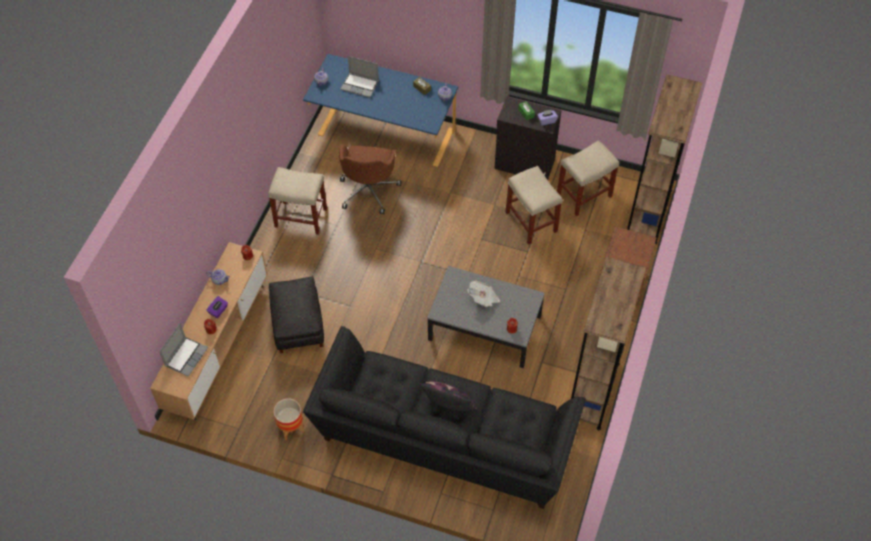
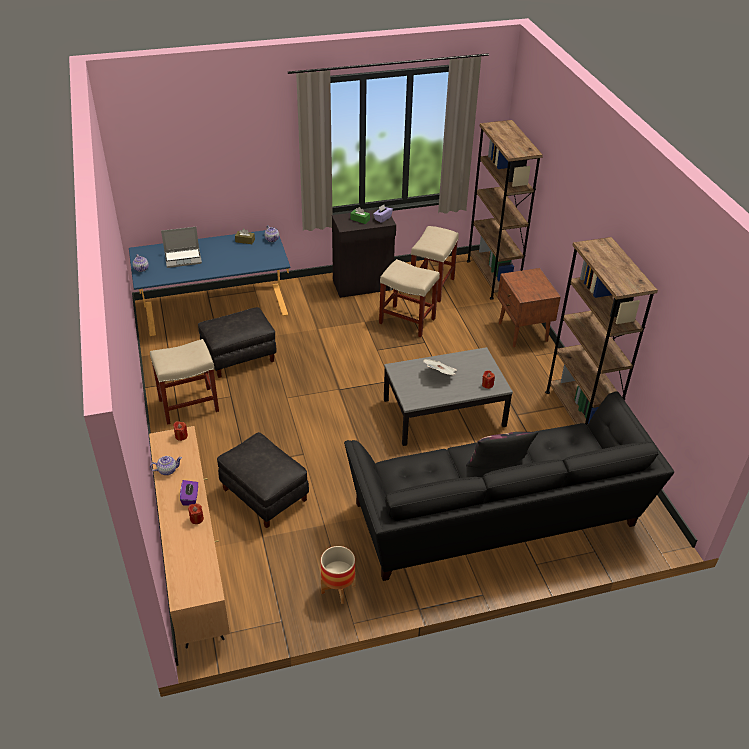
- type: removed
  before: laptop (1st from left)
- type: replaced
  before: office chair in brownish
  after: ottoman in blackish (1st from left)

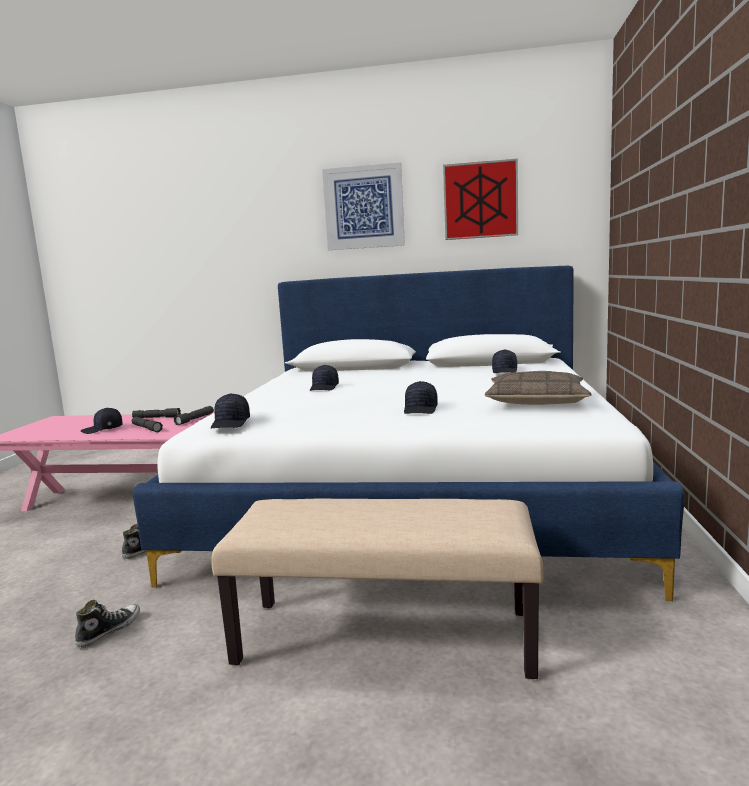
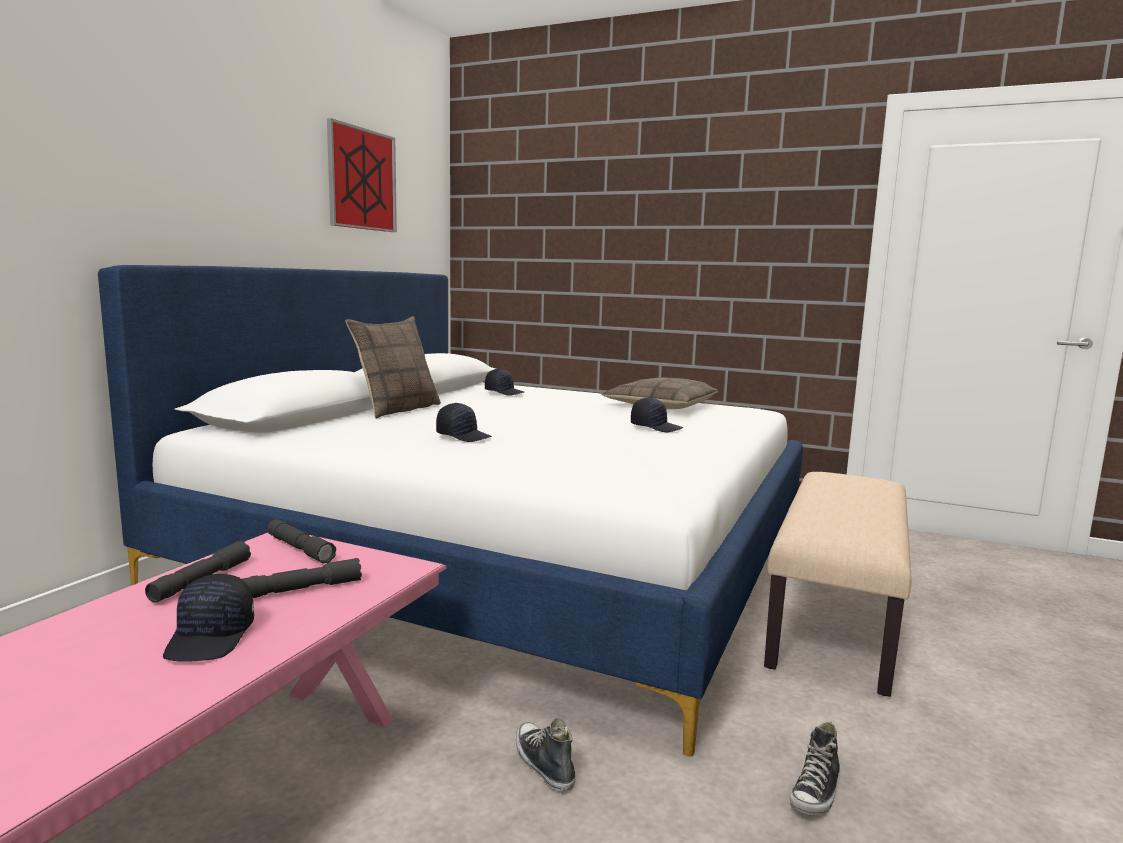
- type: removed
  before: peaked cap in blackish (2nd from left)
- type: removed
  before: picture (1st from left)
- type: added
  after: throw pillow (1st from left)
- type: turned
  before: item of footwear (1st from left in the first image)
  turn: -105

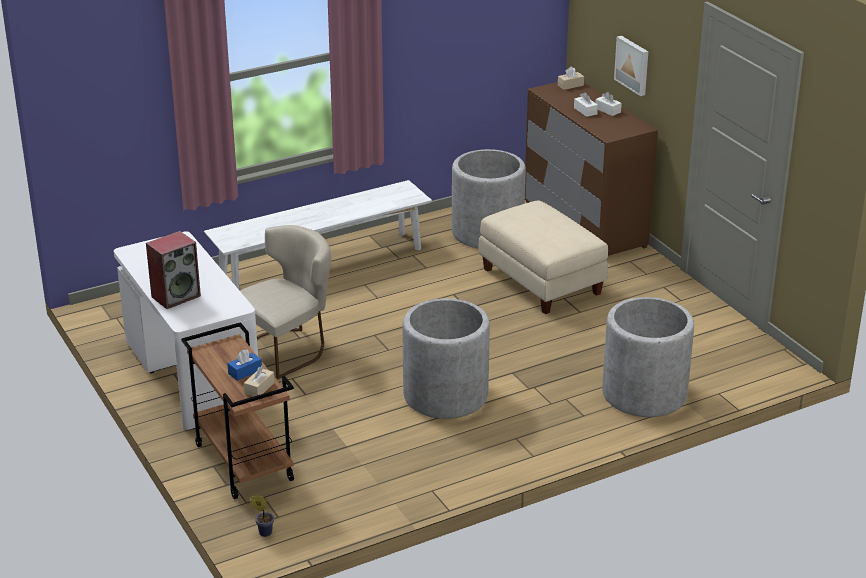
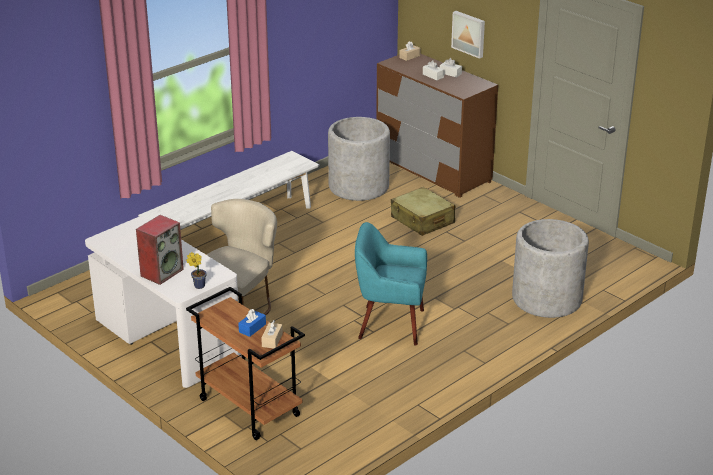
- type: moved
  before: houseplant
- type: replaced
  before: plant pot in gray (1st from left)
  after: armchair in turquoise
- type: replaced
  before: ottoman in sand-coloured
  after: suitcase in sand-coloured

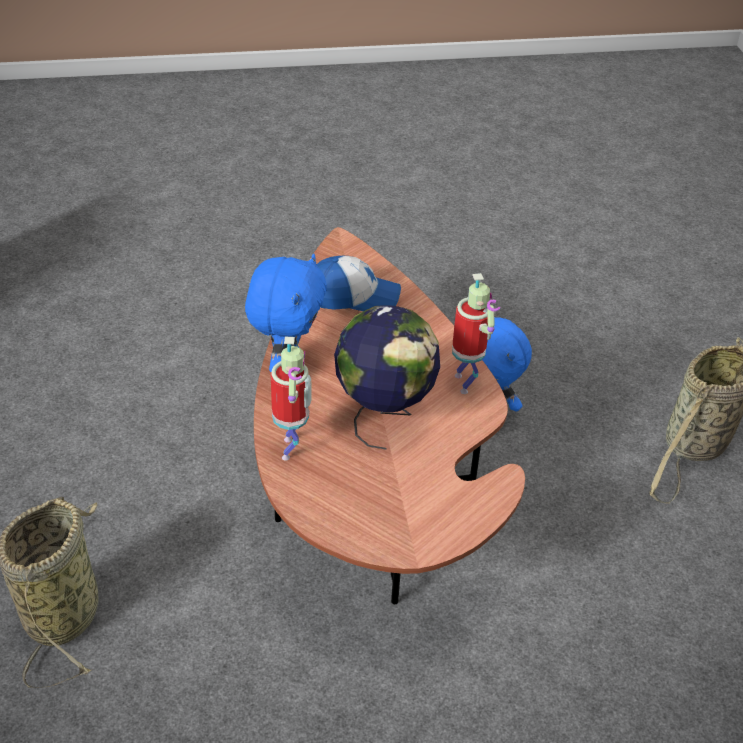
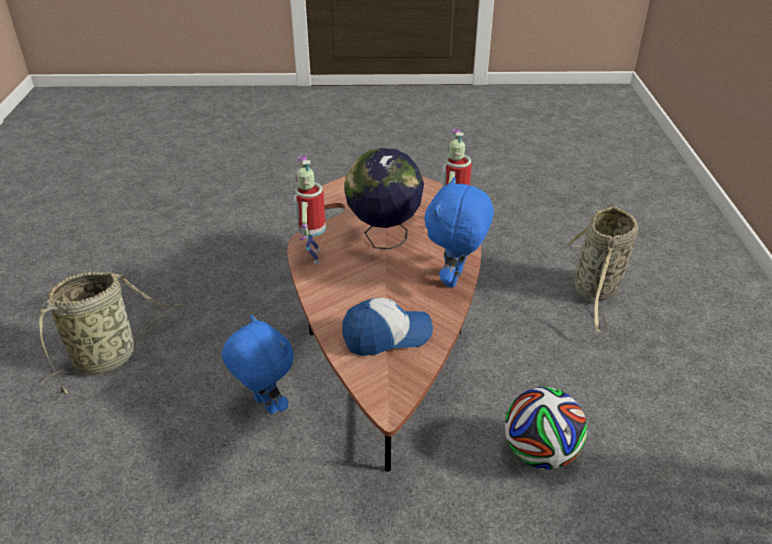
- type: added
  after: football ball
- type: turned
  before: peaked cap
  turn: 150

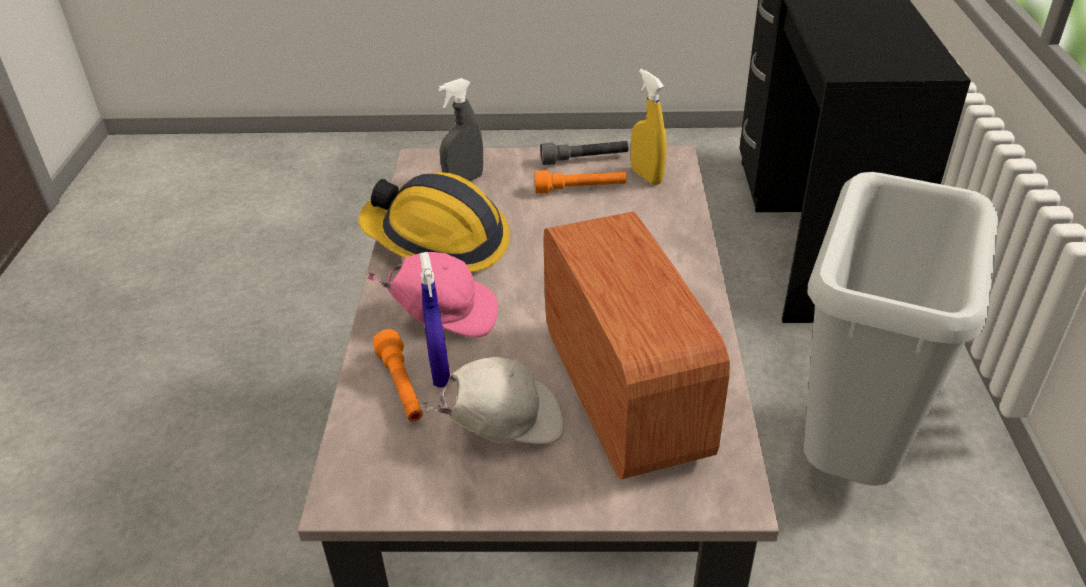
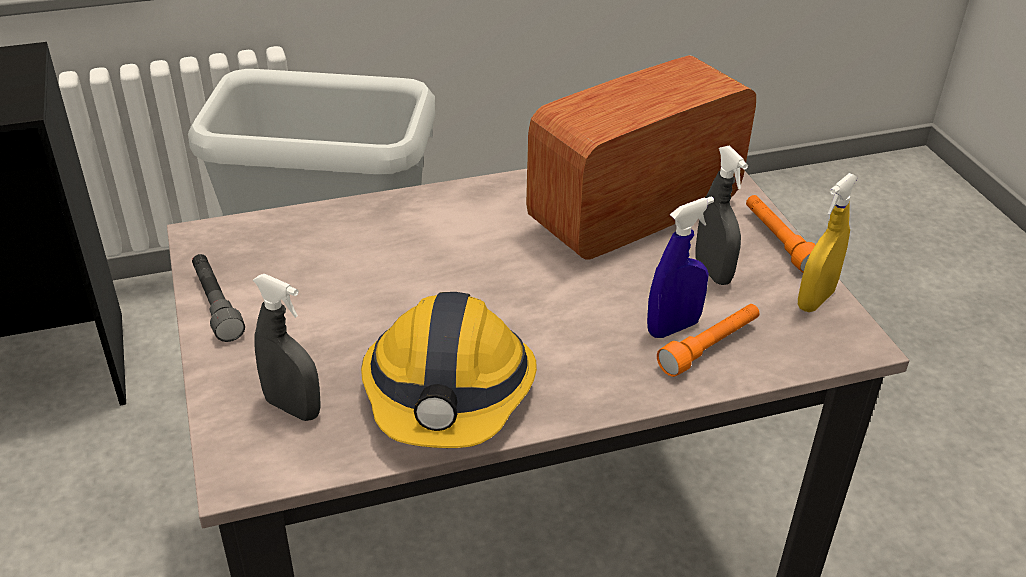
- type: removed
  before: peaked cap in pink
- type: moved
  before: flashlight in orange-coloured (2nd from left)
- type: moved
  before: sprayer in yellow
- type: replaced
  before: peaked cap in white-coloured
  after: sprayer in gray (2nd from left)

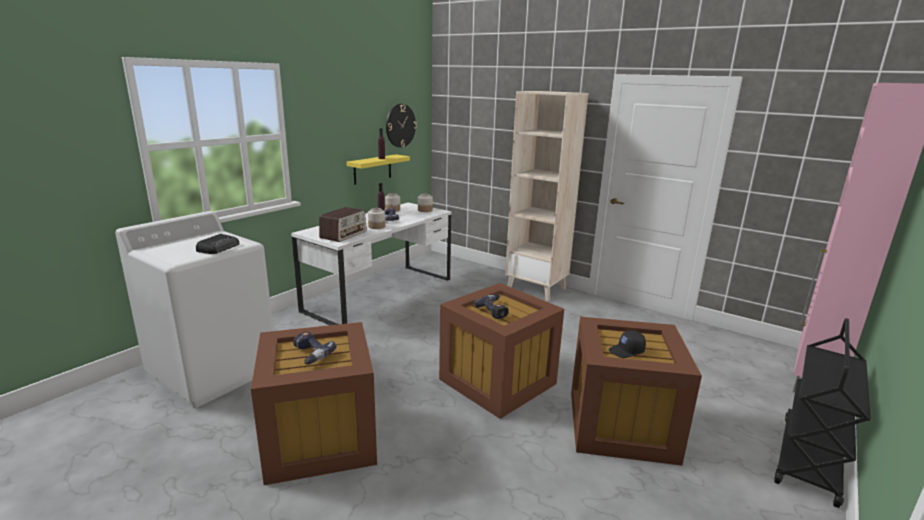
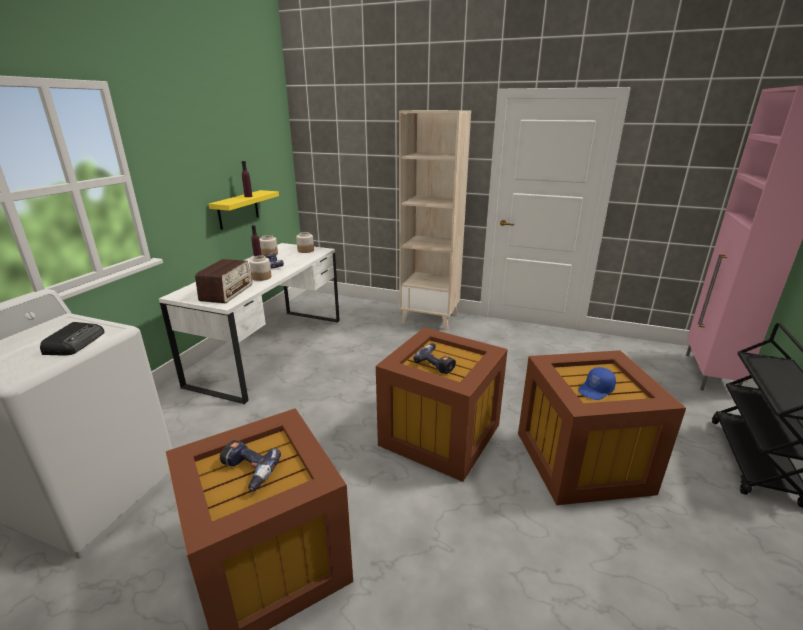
- type: removed
  before: wall clock
- type: recoloured
  before: peaked cap in blackish
  after: peaked cap in blue-coloured

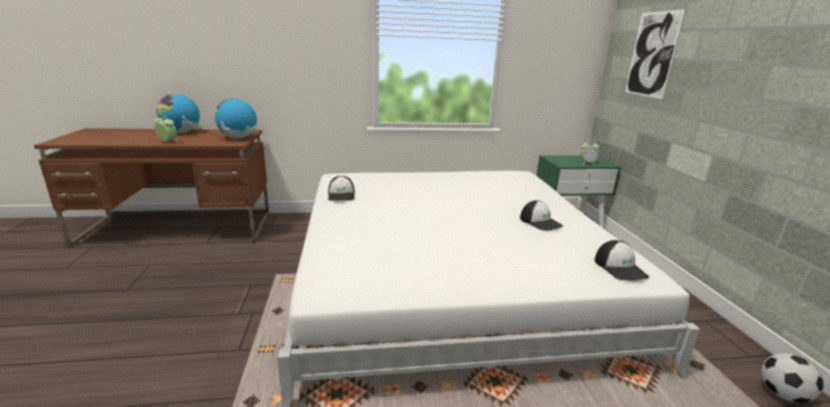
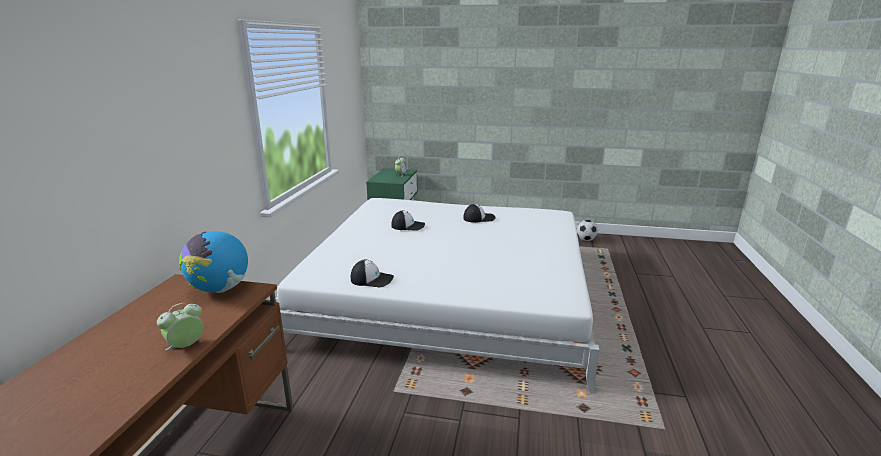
- type: removed
  before: globe (1st from left)
- type: removed
  before: picture
- type: moved
  before: peaked cap (3rd from left in the first image)
  after: peaked cap (2nd from left)

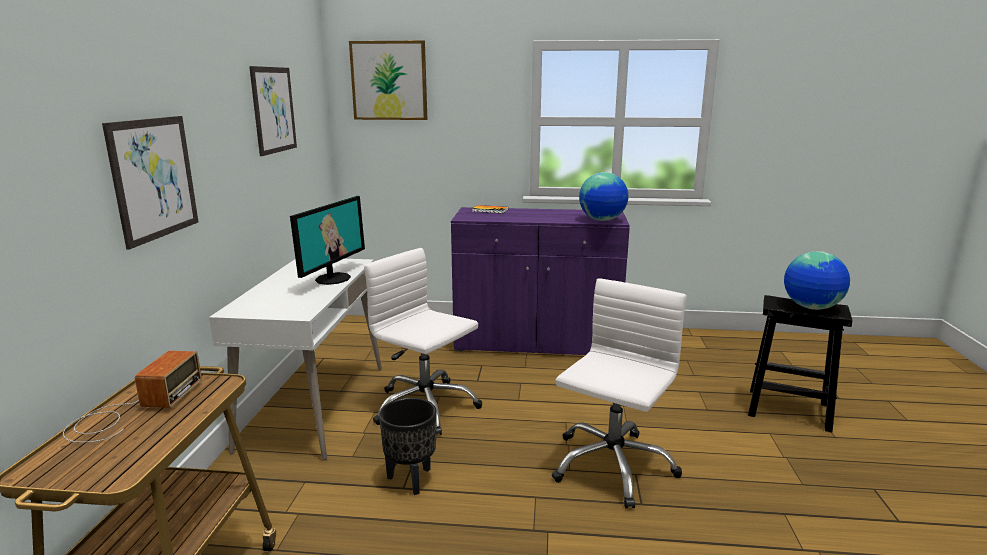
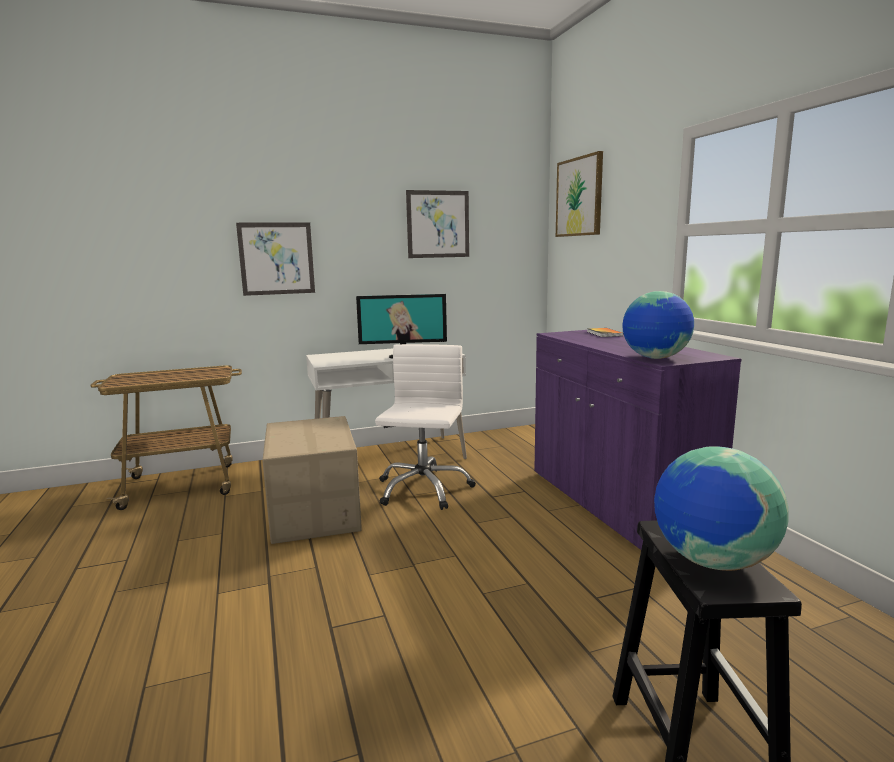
- type: removed
  before: radio set
- type: removed
  before: office chair in white-coloured (2nd from left)
- type: replaced
  before: plant pot in blackish
  after: carton

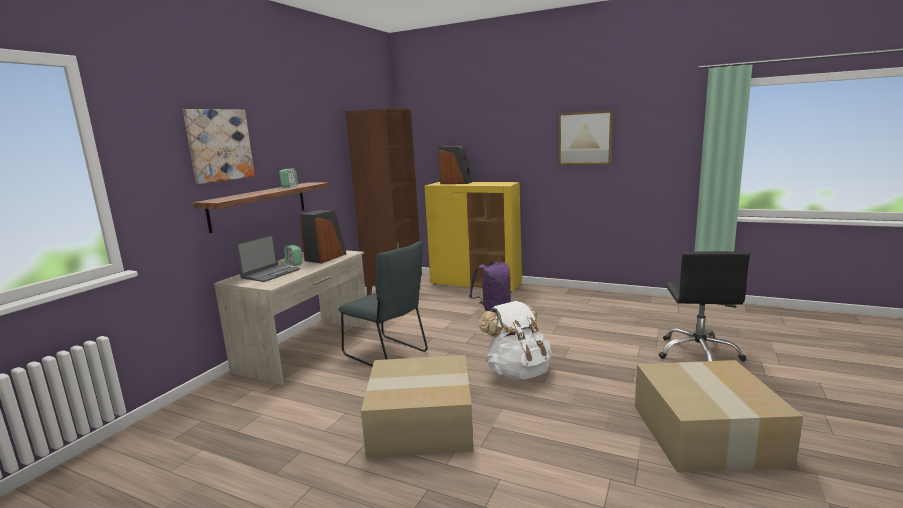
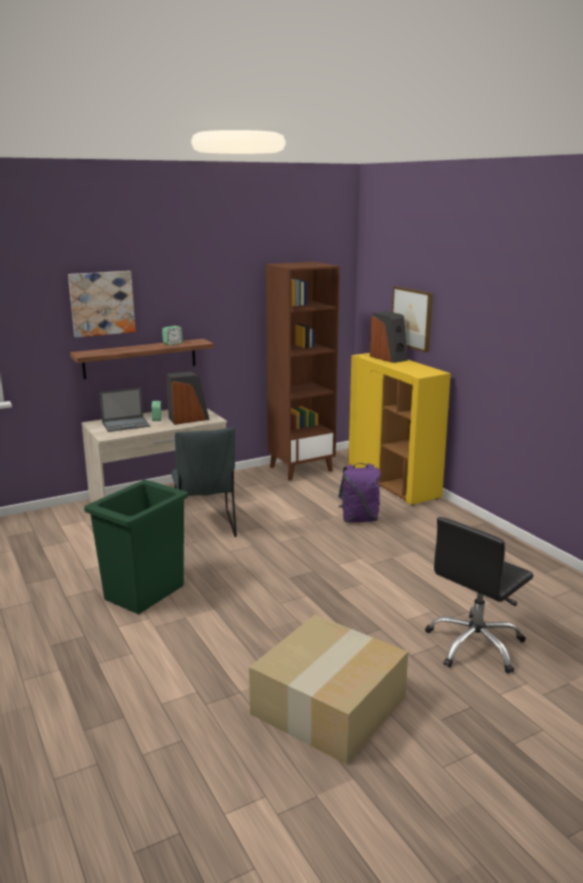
- type: removed
  before: knapsack in white-coloured
- type: moved
  before: picture (2nd from left)
- type: replaced
  before: carton (1st from left)
  after: rubbish bin in greenish

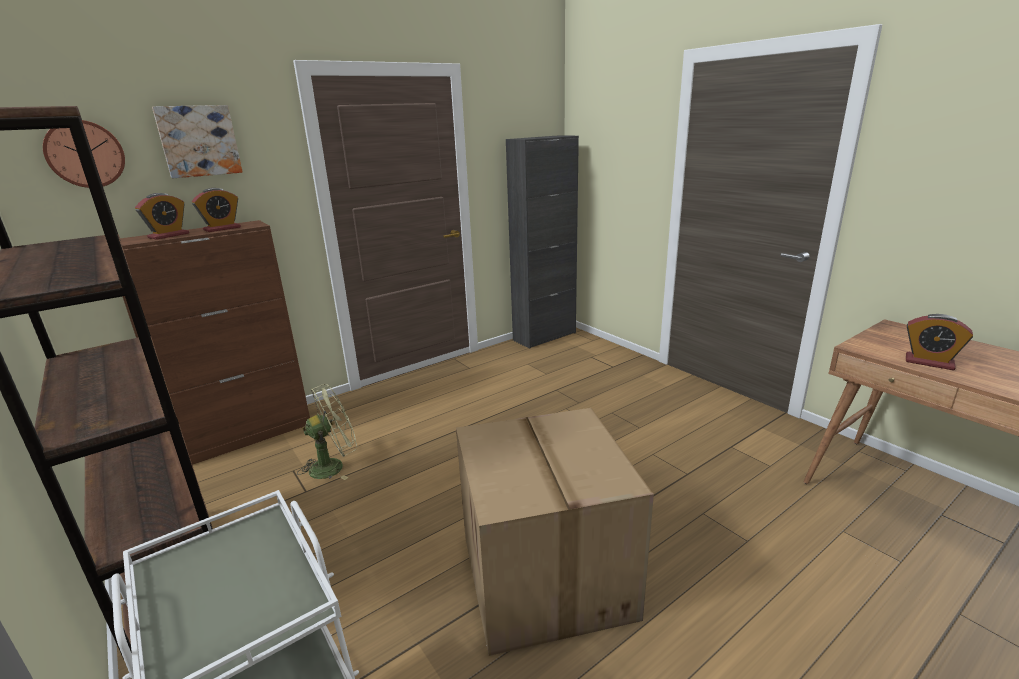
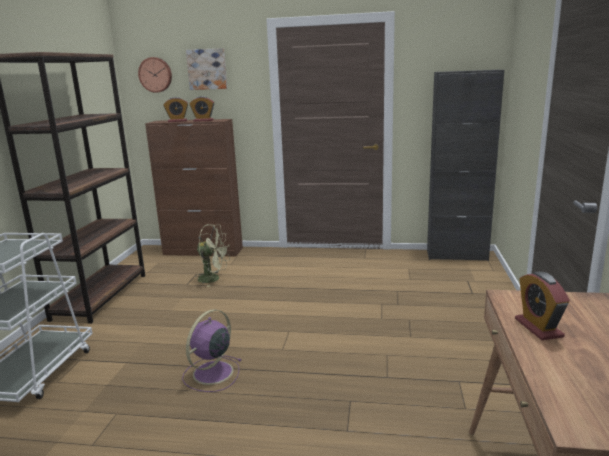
- type: replaced
  before: carton
  after: fan in purple-coloured

